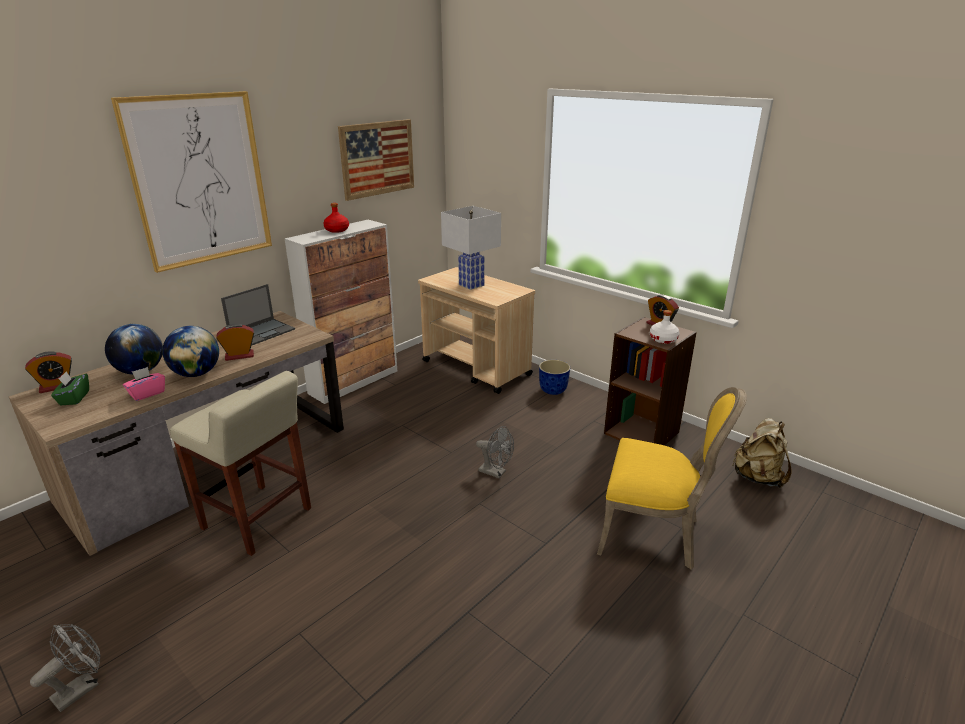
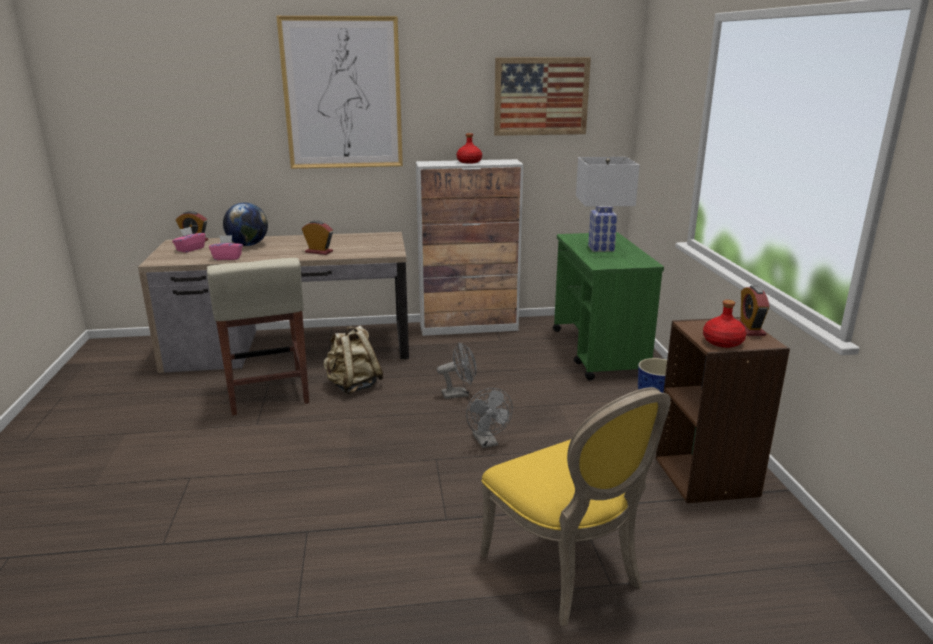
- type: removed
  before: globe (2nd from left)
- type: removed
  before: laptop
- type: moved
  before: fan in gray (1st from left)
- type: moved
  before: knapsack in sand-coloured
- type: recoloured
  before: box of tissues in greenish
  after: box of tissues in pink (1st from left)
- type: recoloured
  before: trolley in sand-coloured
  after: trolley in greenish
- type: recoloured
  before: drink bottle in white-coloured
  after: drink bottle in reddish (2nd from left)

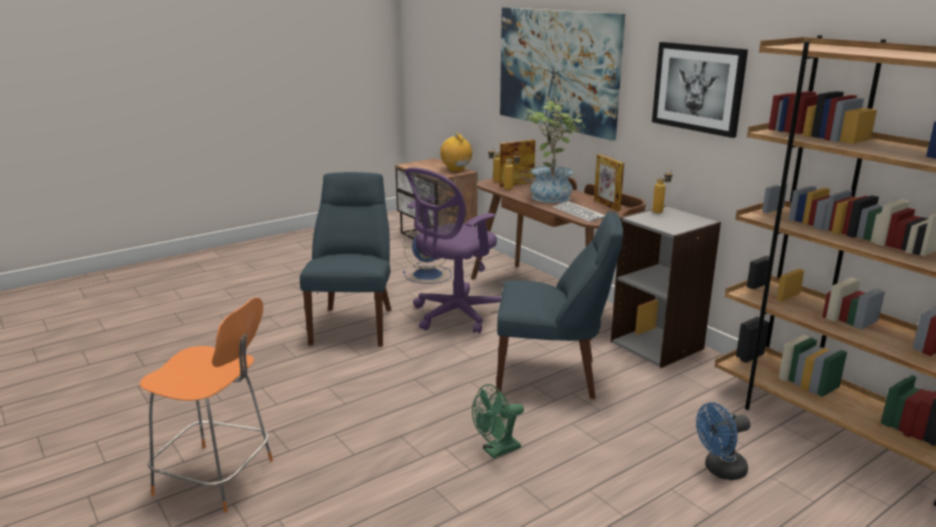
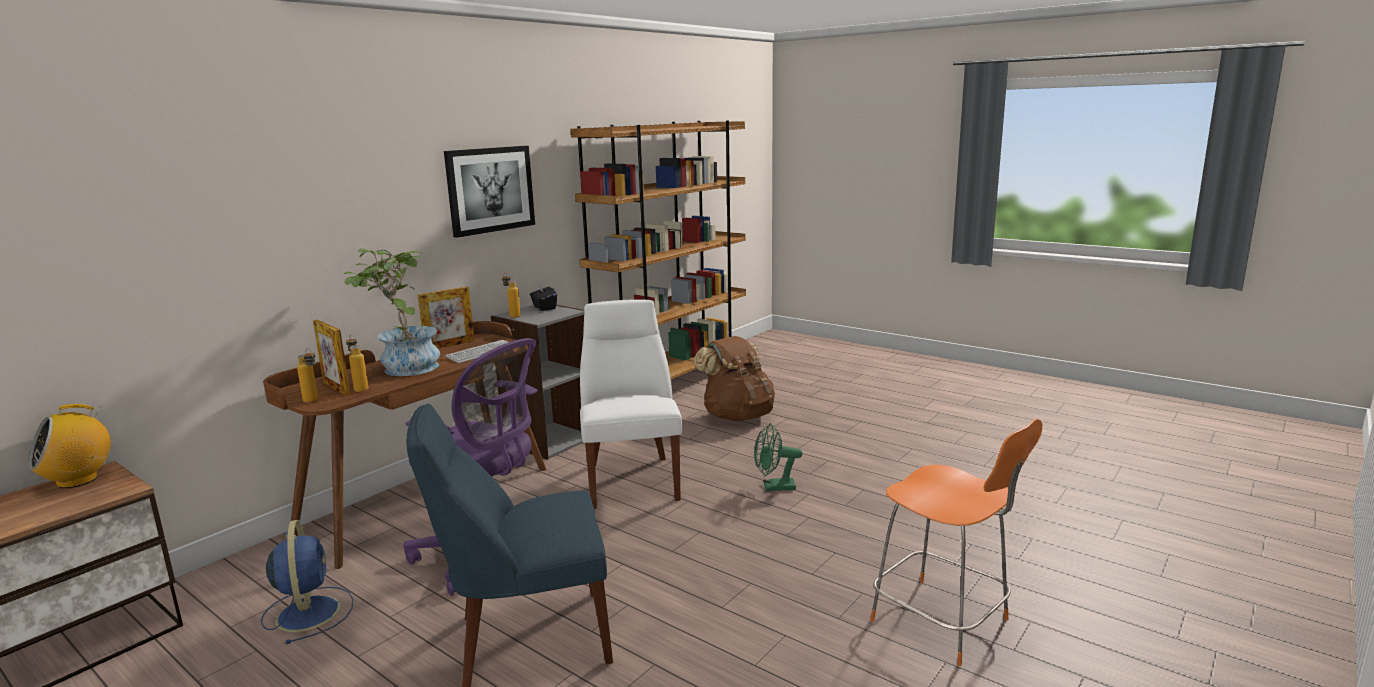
- type: removed
  before: picture (1st from left)
- type: added
  after: box of tissues in blackish
- type: replaced
  before: fan in blue-coloured (2nd from left)
  after: knapsack in brownish
- type: recoloured
  before: upright chair in blue-coloured (2nd from left)
  after: upright chair in white-coloured
- type: turned
  before: upright chair in orange-coloured
  turn: 135
- type: turned
  before: fan in greenish
  turn: 135

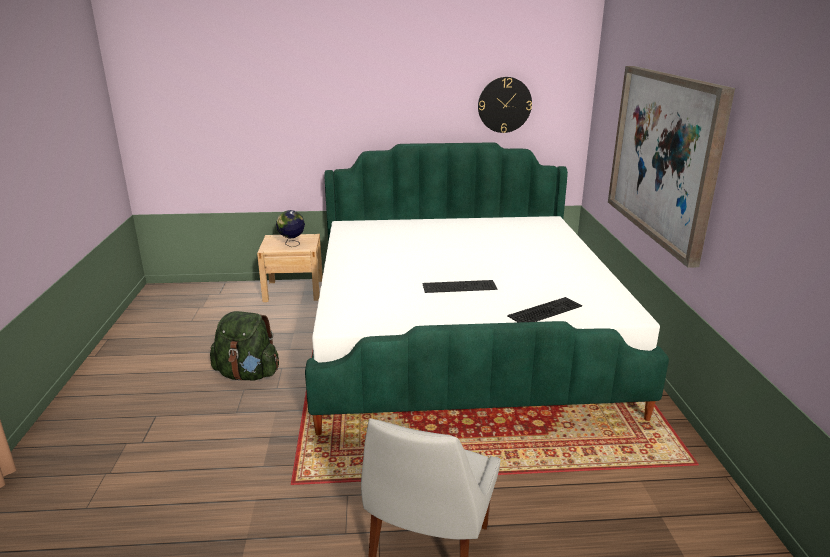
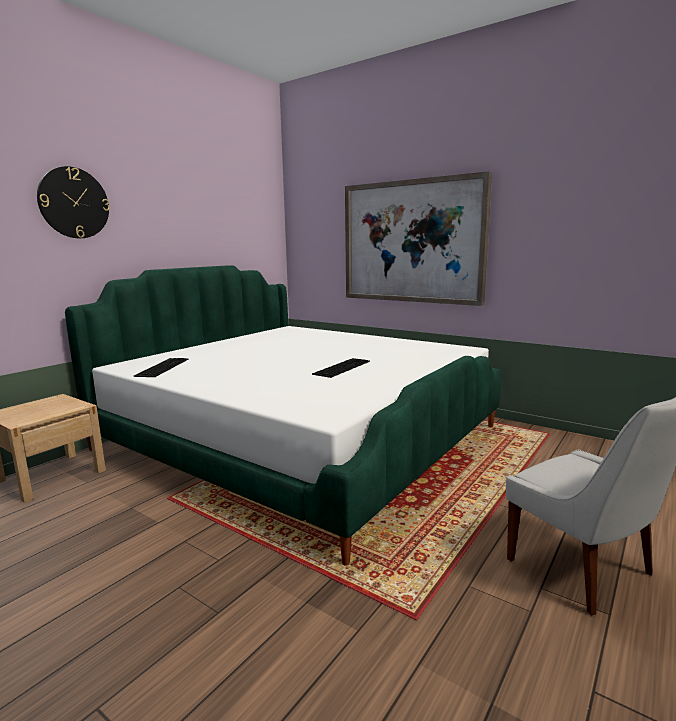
- type: removed
  before: knapsack in greenish
- type: removed
  before: globe
- type: moved
  before: wall clock
- type: moved
  before: PC keyboard (2nd from left in the first image)
  after: PC keyboard (1st from left)

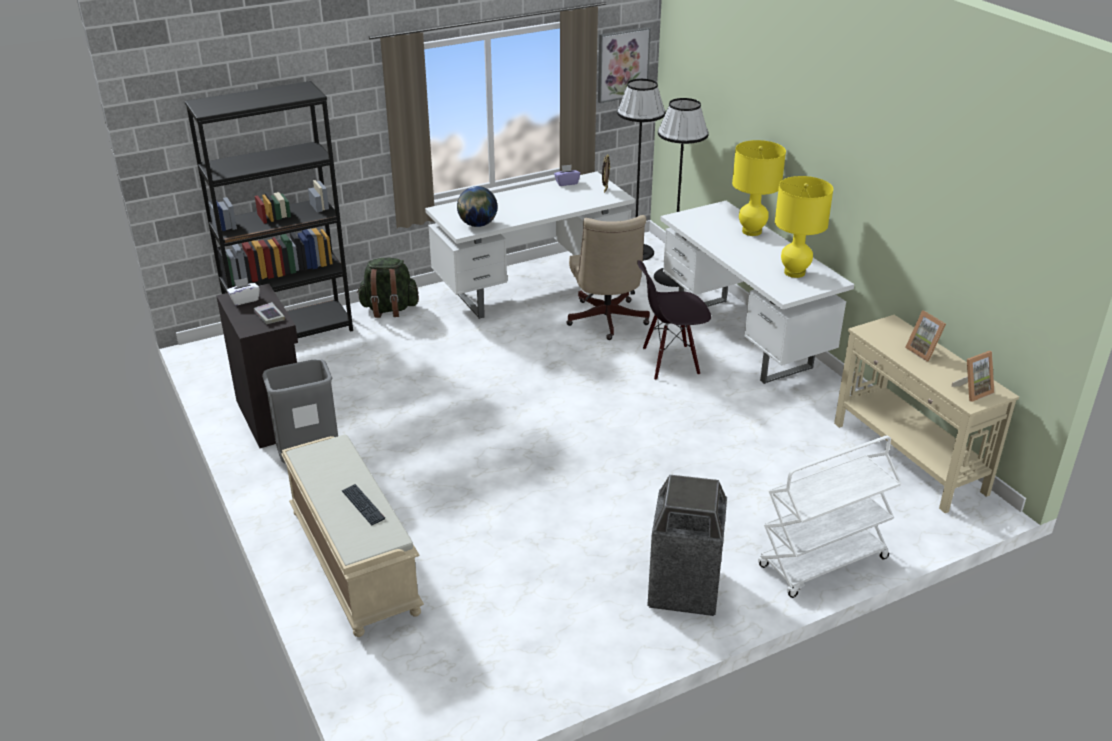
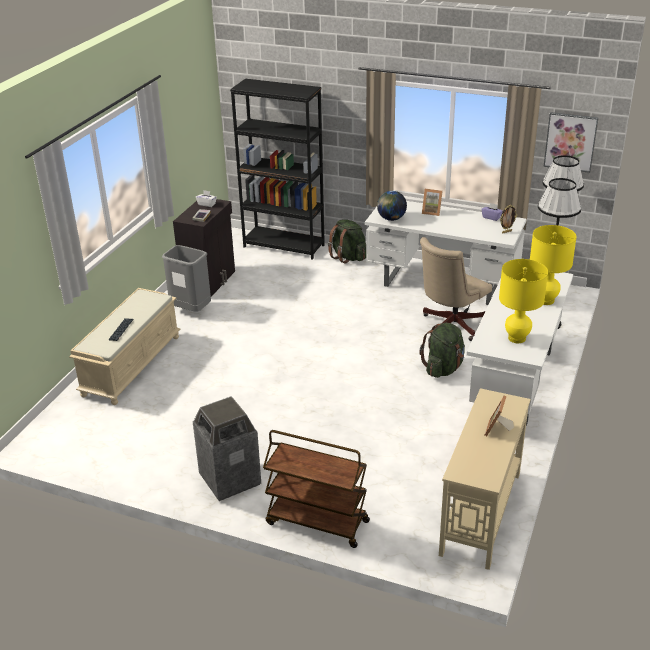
- type: moved
  before: picture frame (3rd from left in the first image)
  after: picture frame (1st from left)
- type: replaced
  before: upright chair in blackish
  after: knapsack in greenish (2nd from left)
- type: recoloured
  before: trolley in white-coloured
  after: trolley in brownish

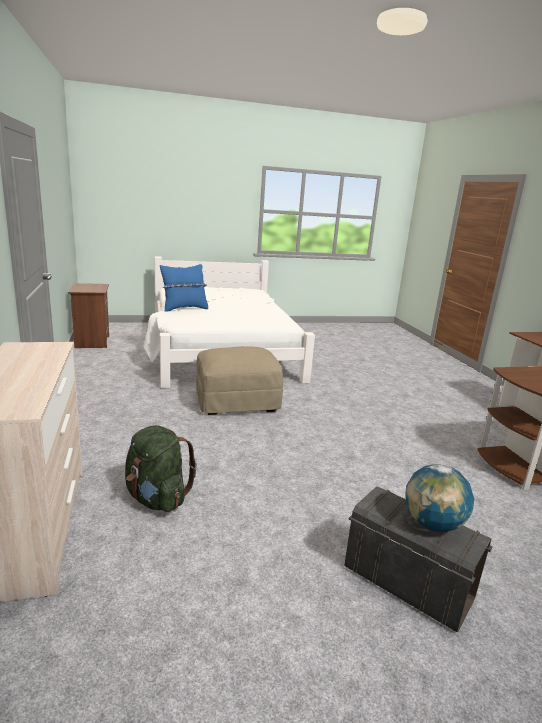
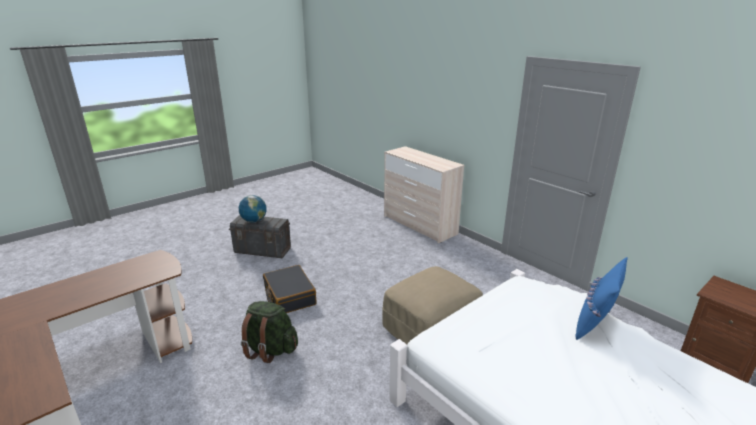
- type: added
  after: suitcase in blackish
- type: moved
  before: knapsack in greenish

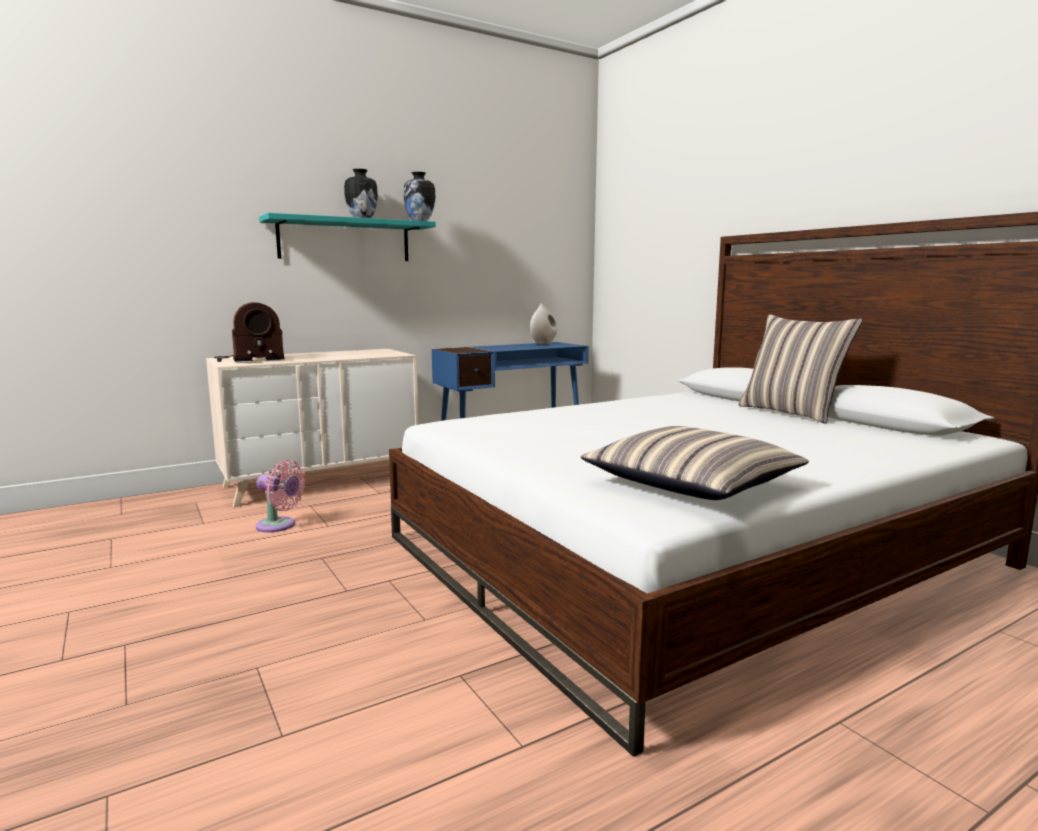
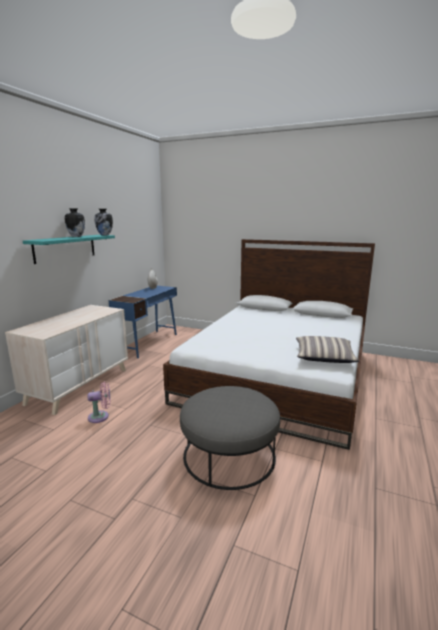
- type: removed
  before: radio set
- type: removed
  before: throw pillow (2nd from left)
- type: added
  after: ottoman in gray

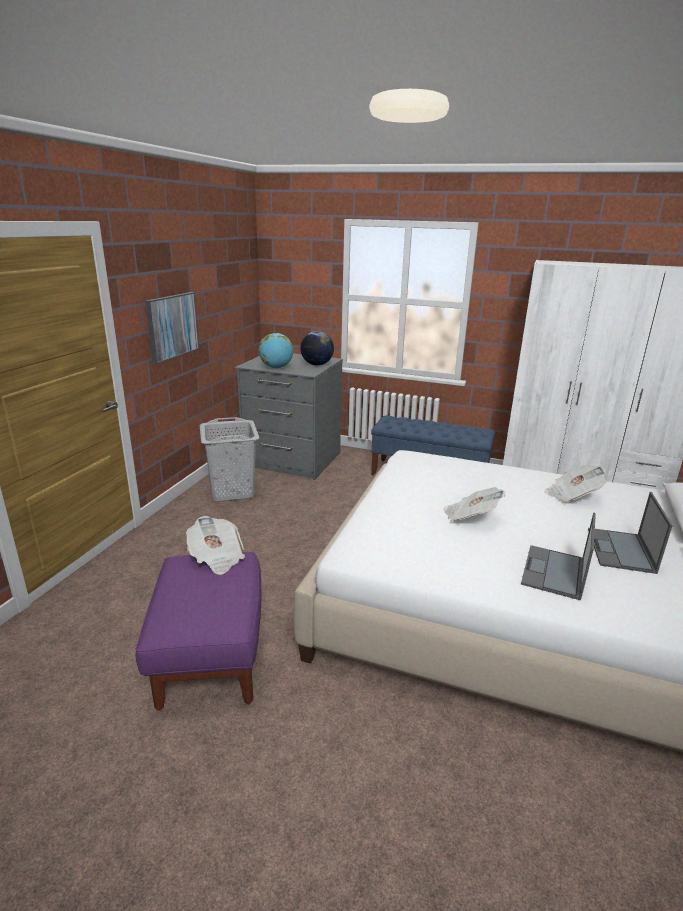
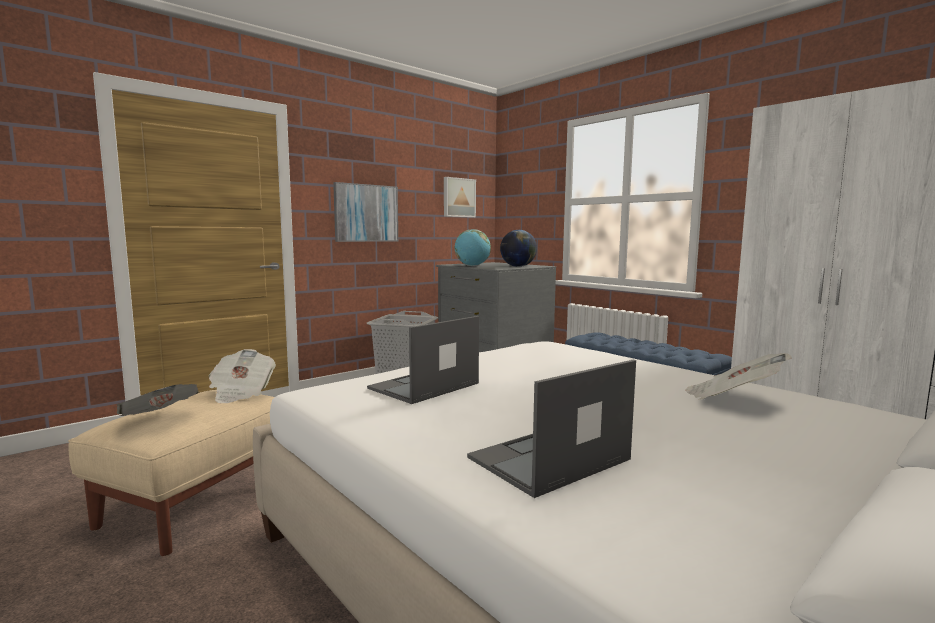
- type: added
  after: picture (2nd from left)
- type: moved
  before: printed paper (2nd from left in the first image)
  after: printed paper (1st from left)
- type: moved
  before: laptop (2nd from left in the first image)
  after: laptop (1st from left)
- type: recoloured
  before: ottoman in purple-coloured
  after: ottoman in sand-coloured

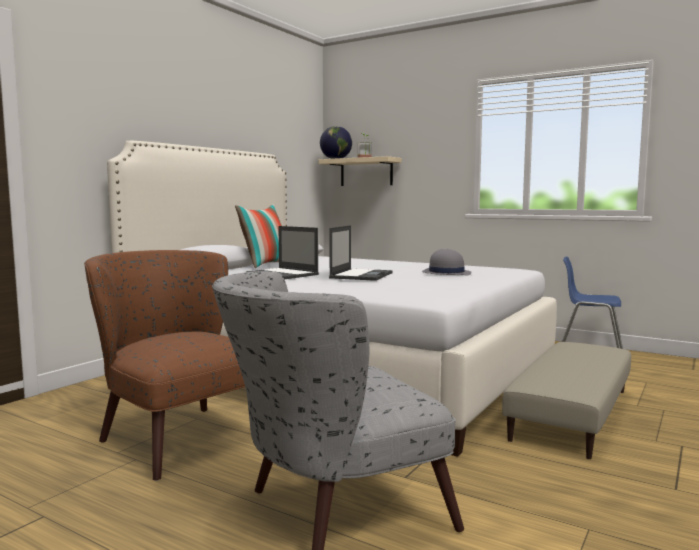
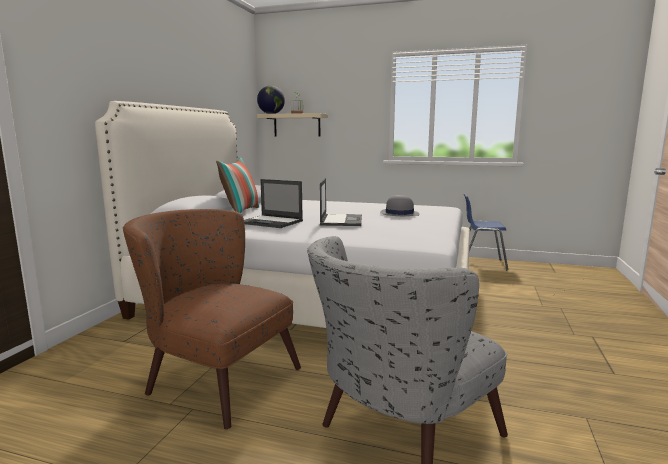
- type: removed
  before: ottoman in sand-coloured

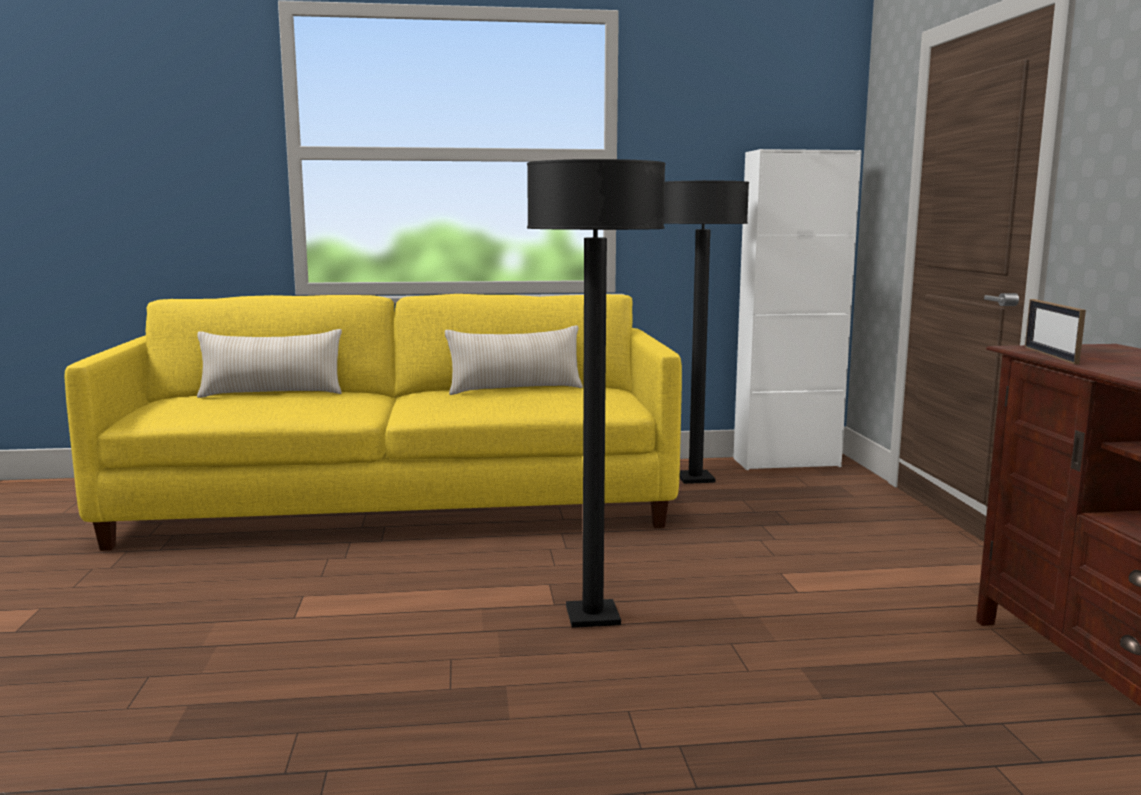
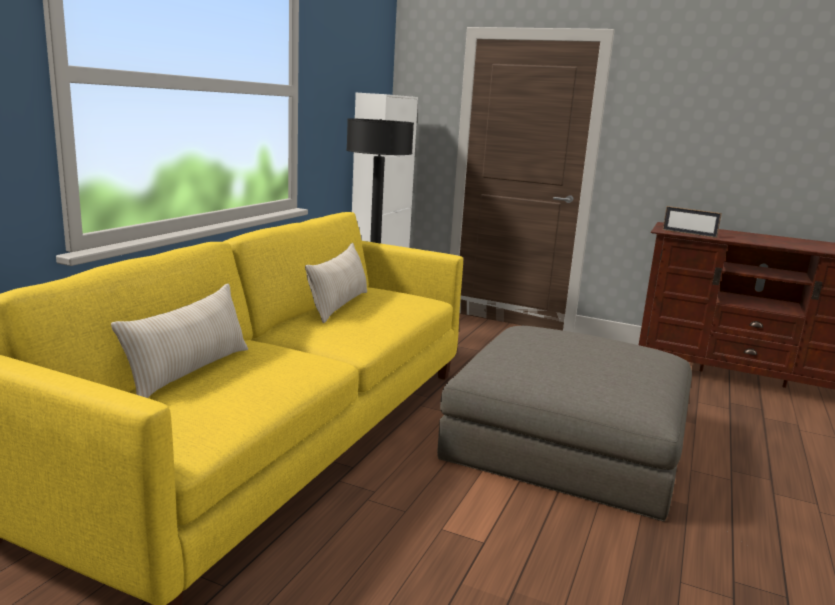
- type: replaced
  before: standing lamp in blackish (1st from left)
  after: ottoman in gray

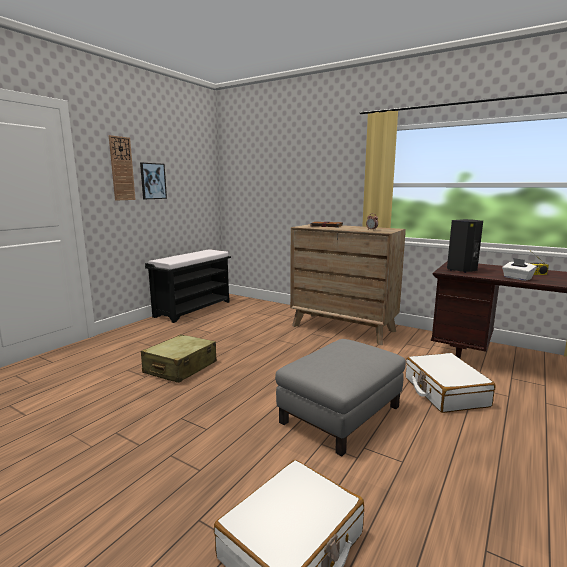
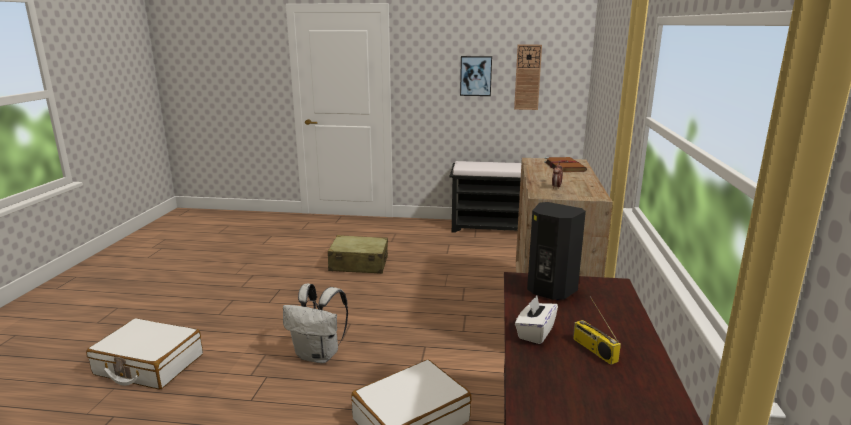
- type: moved
  before: wall clock
- type: replaced
  before: ottoman in gray
  after: knapsack in white-coloured

